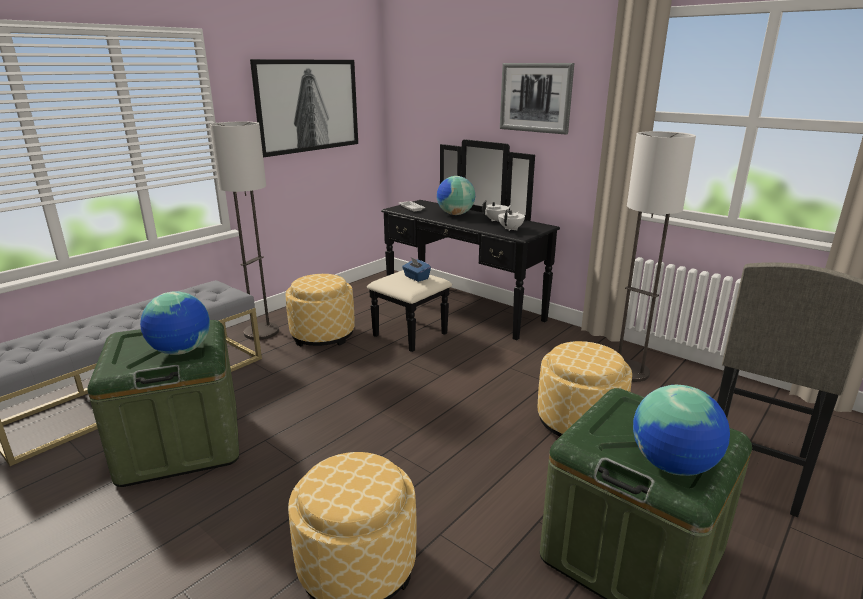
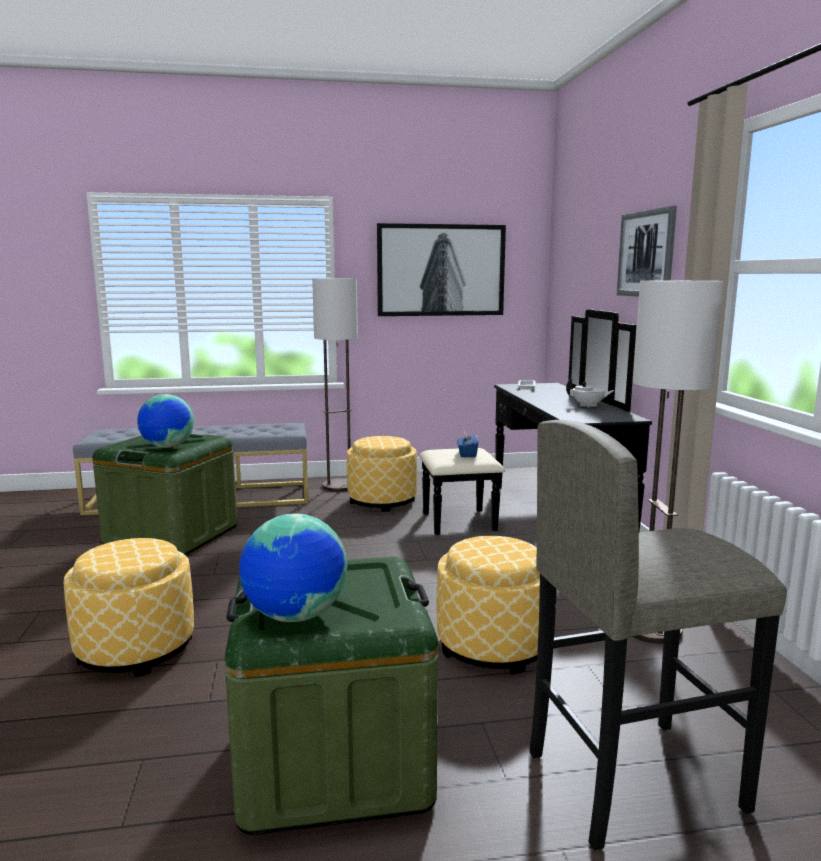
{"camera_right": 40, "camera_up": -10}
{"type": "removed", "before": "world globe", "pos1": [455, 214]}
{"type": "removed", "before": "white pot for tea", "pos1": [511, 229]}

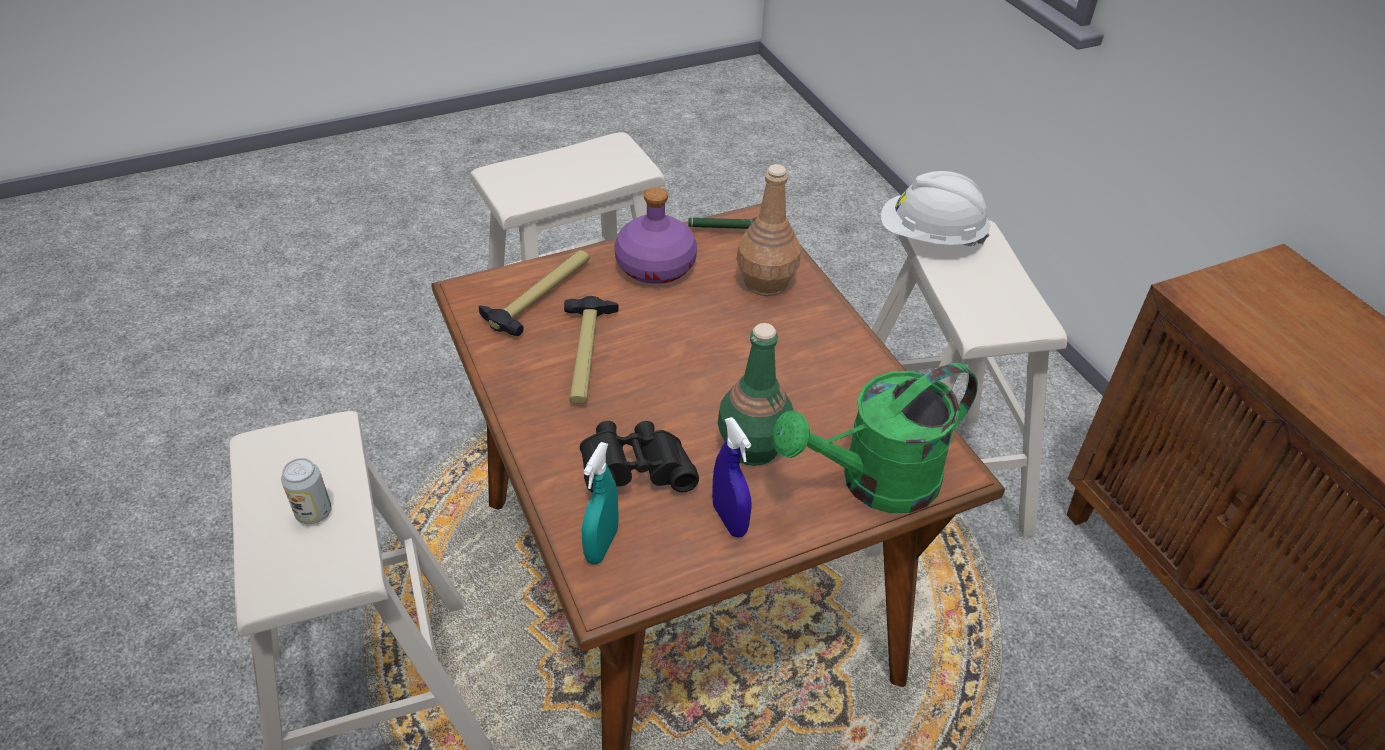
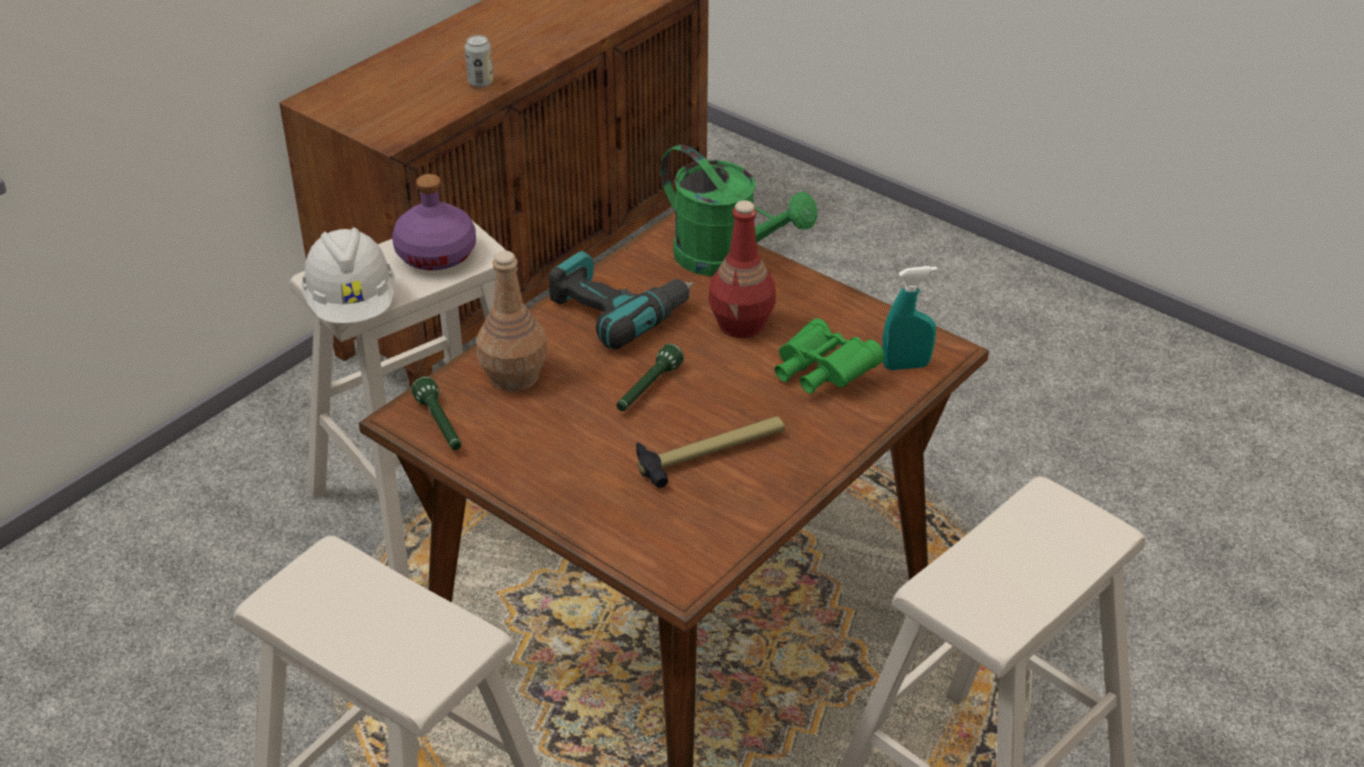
{"camera_right": -115, "camera_up": -5}
{"type": "removed", "before": "hammer", "pos1": [540, 296]}
{"type": "removed", "before": "bluish sprayer", "pos1": [729, 520]}
{"type": "added", "after": "power drill", "pos2": [617, 310]}
{"type": "added", "after": "greenish flashlight", "pos2": [647, 389]}
{"type": "moved", "before": "sealed can", "pos1": [314, 512], "pos2": [480, 82]}
{"type": "moved", "before": "purple bottle", "pos1": [656, 266], "pos2": [436, 254]}
{"type": "recoloured", "before": "black pair of binoculars", "after": "greenish pair of binoculars", "pos1": [636, 472], "pos2": [821, 374]}
{"type": "recoloured", "before": "greenish bottle", "after": "red bottle", "pos1": [752, 447], "pos2": [742, 324]}

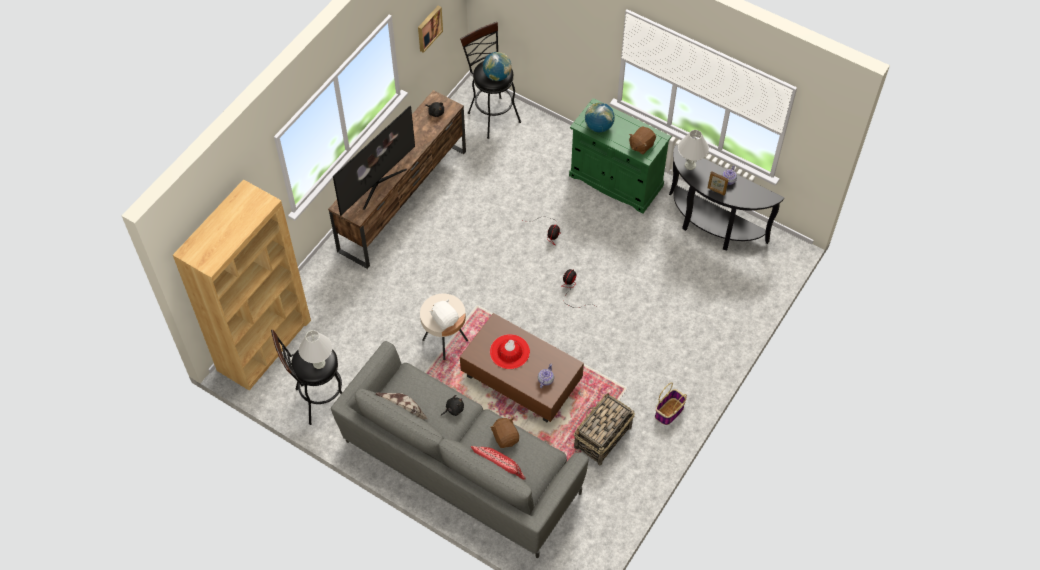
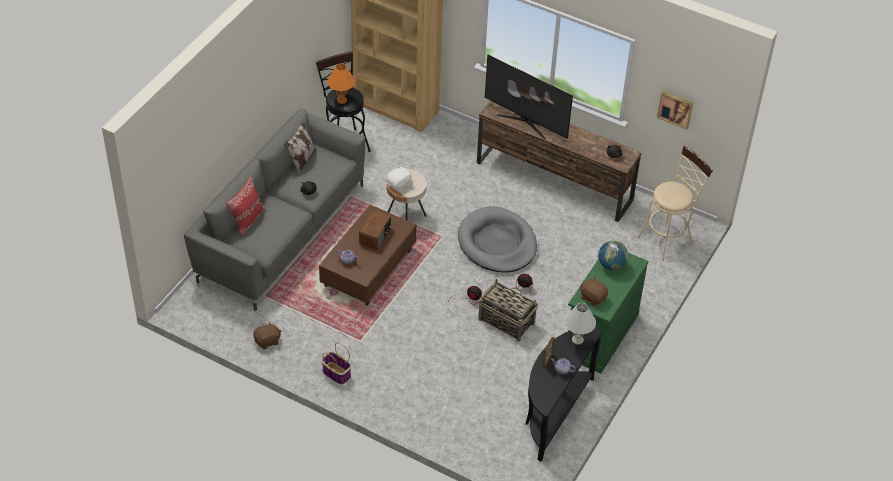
{"camera_right": 85, "camera_up": -10}
{"type": "removed", "before": "world globe", "pos1": [497, 76]}
{"type": "added", "after": "gray dog bed", "pos2": [497, 243]}
{"type": "moved", "before": "brownish soft toy", "pos1": [505, 437], "pos2": [267, 341]}
{"type": "moved", "before": "storage basket", "pos1": [602, 437], "pos2": [506, 321]}
{"type": "replaced", "before": "red hat", "after": "radio receiver", "pos1": [509, 352], "pos2": [375, 236]}
{"type": "recoloured", "before": "white table lamp", "after": "orangey table lamp", "pos1": [319, 363], "pos2": [342, 100]}
{"type": "recoloured", "before": "black stool", "after": "beige-coloured stool", "pos1": [491, 114], "pos2": [668, 239]}

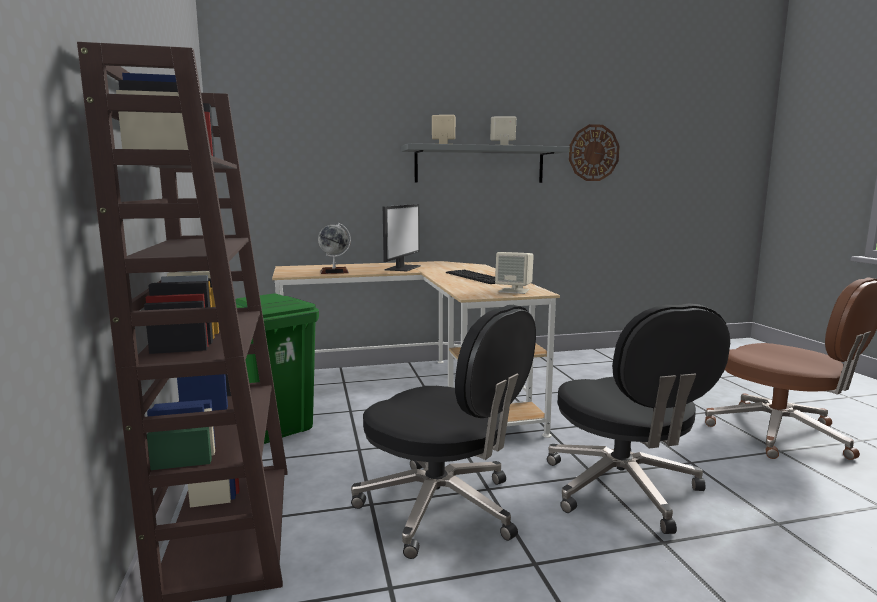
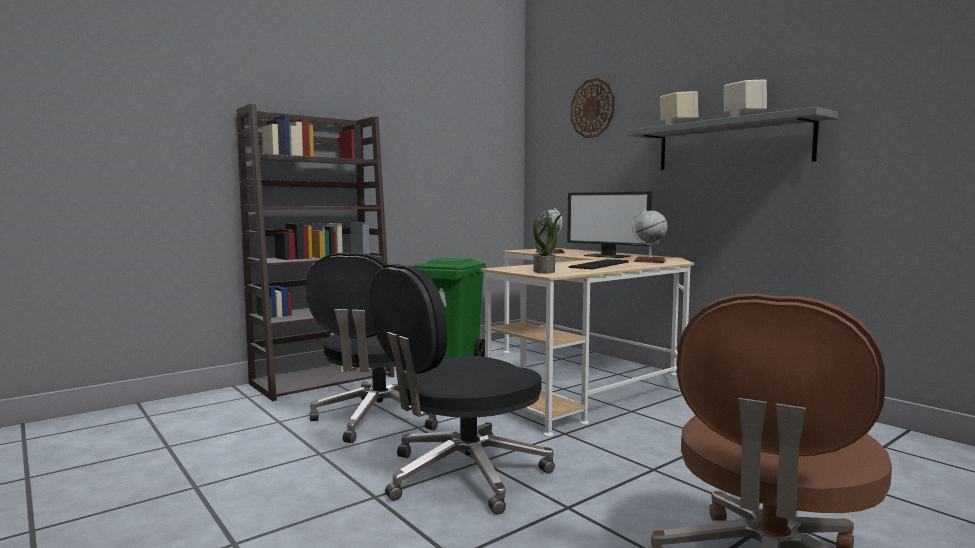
{"camera_right": 65, "camera_up": -5}
{"type": "added", "after": "world globe", "pos2": [649, 261]}
{"type": "moved", "before": "wall clock", "pos1": [593, 153], "pos2": [592, 108]}
{"type": "replaced", "before": "beige-coloured audio speaker", "after": "houseplant", "pos1": [514, 291], "pos2": [544, 271]}
{"type": "turned", "before": "computer display", "pos1": [402, 268], "pos2": [607, 256], "turn": 45}

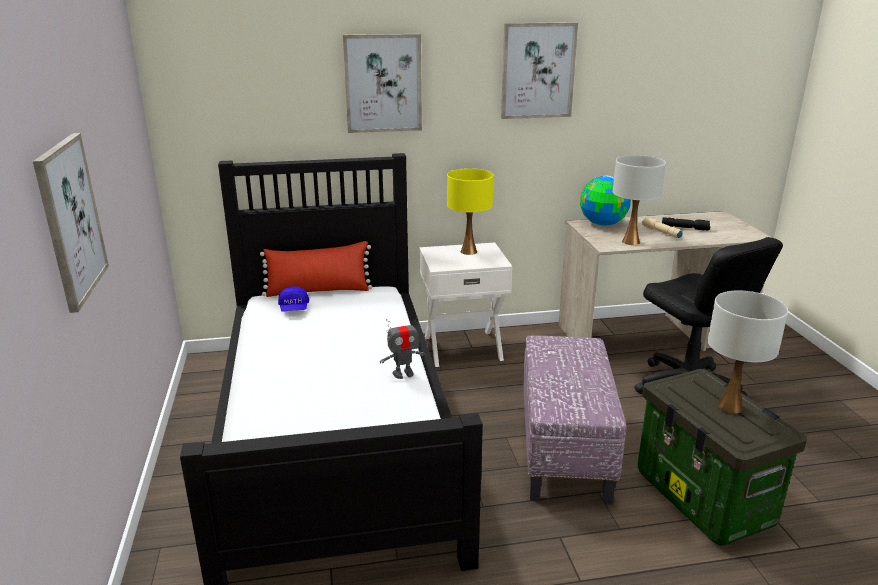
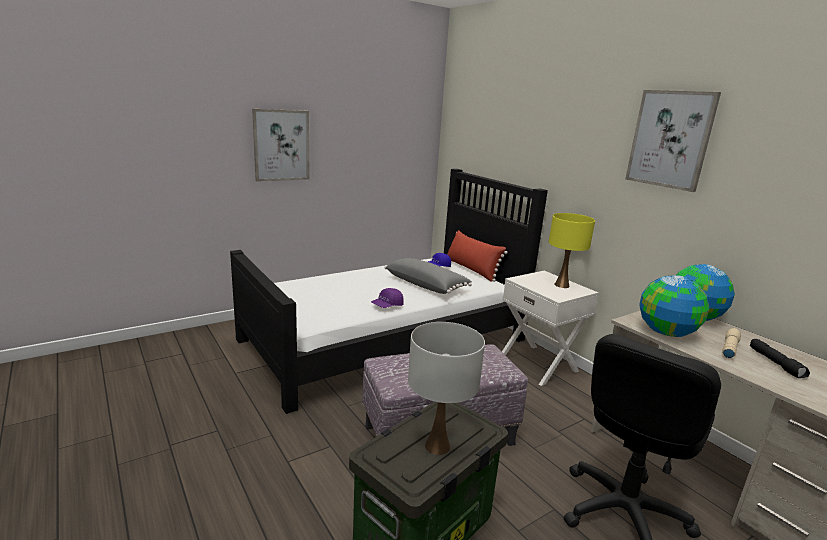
{"camera_right": 65, "camera_up": -5}
{"type": "removed", "before": "picture", "pos1": [383, 83]}
{"type": "added", "after": "gray pillow", "pos2": [426, 285]}
{"type": "replaced", "before": "robot figure", "after": "purple peaked cap", "pos1": [403, 373], "pos2": [387, 306]}
{"type": "replaced", "before": "white table lamp", "after": "world globe", "pos1": [630, 242], "pos2": [666, 332]}

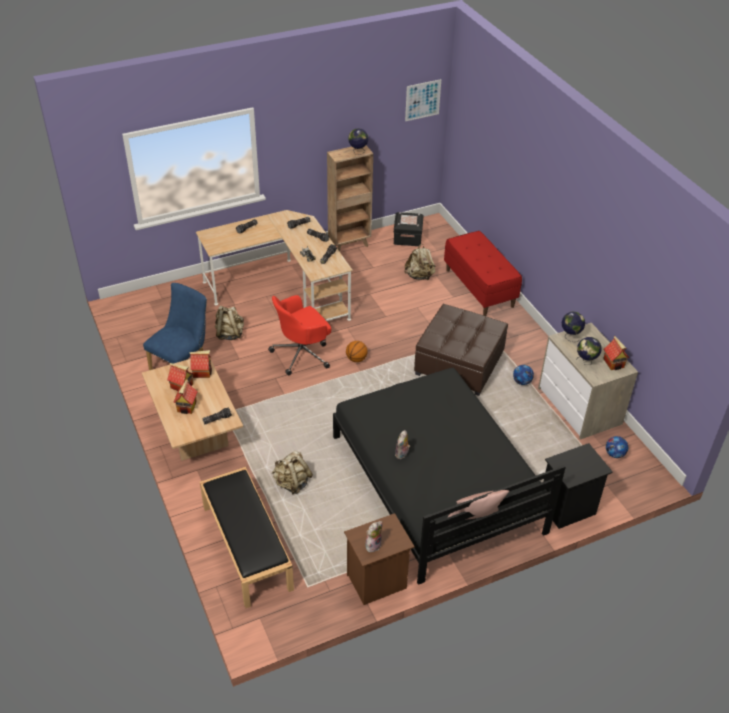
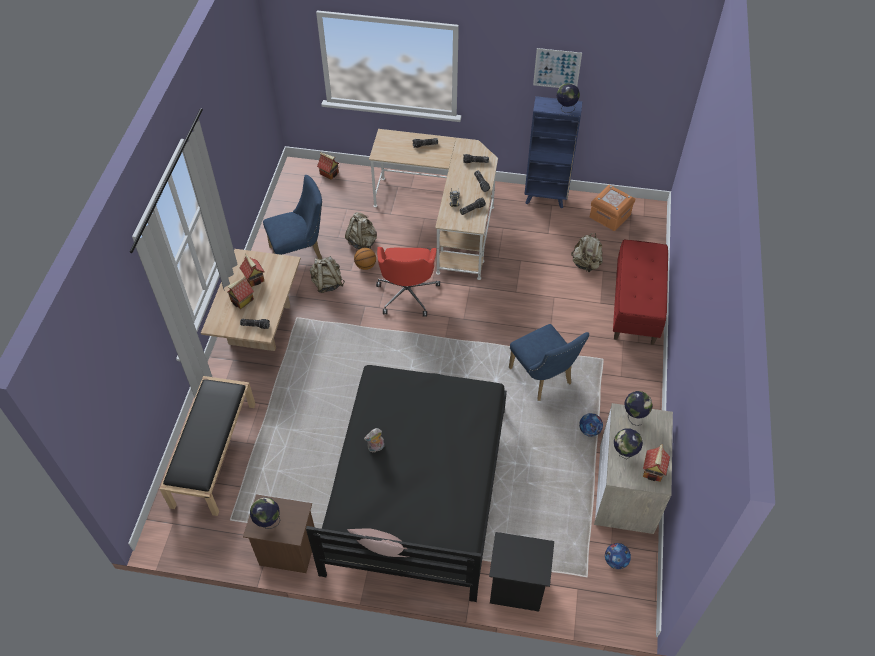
{"camera_right": 35, "camera_up": 10}
{"type": "moved", "before": "model house", "pos1": [202, 372], "pos2": [329, 173]}
{"type": "moved", "before": "beige-coloured knapsack", "pos1": [292, 483], "pos2": [327, 283]}
{"type": "moved", "before": "basketball", "pos1": [356, 359], "pos2": [365, 266]}
{"type": "moved", "before": "picture", "pos1": [423, 100], "pos2": [557, 69]}
{"type": "replaced", "before": "soft toy", "after": "world globe", "pos1": [373, 544], "pos2": [268, 522]}
{"type": "replaced", "before": "brownish footrest", "after": "bluish plain chair", "pos1": [459, 364], "pos2": [543, 379]}
{"type": "recoloured", "before": "brownish bookshelf", "after": "bluish bookshelf", "pos1": [349, 244], "pos2": [546, 198]}
{"type": "recoloured", "before": "black storage box", "after": "orangey storage box", "pos1": [407, 238], "pos2": [610, 216]}
{"type": "turned", "before": "red office chair", "pos1": [302, 354], "pos2": [407, 293], "turn": -90}

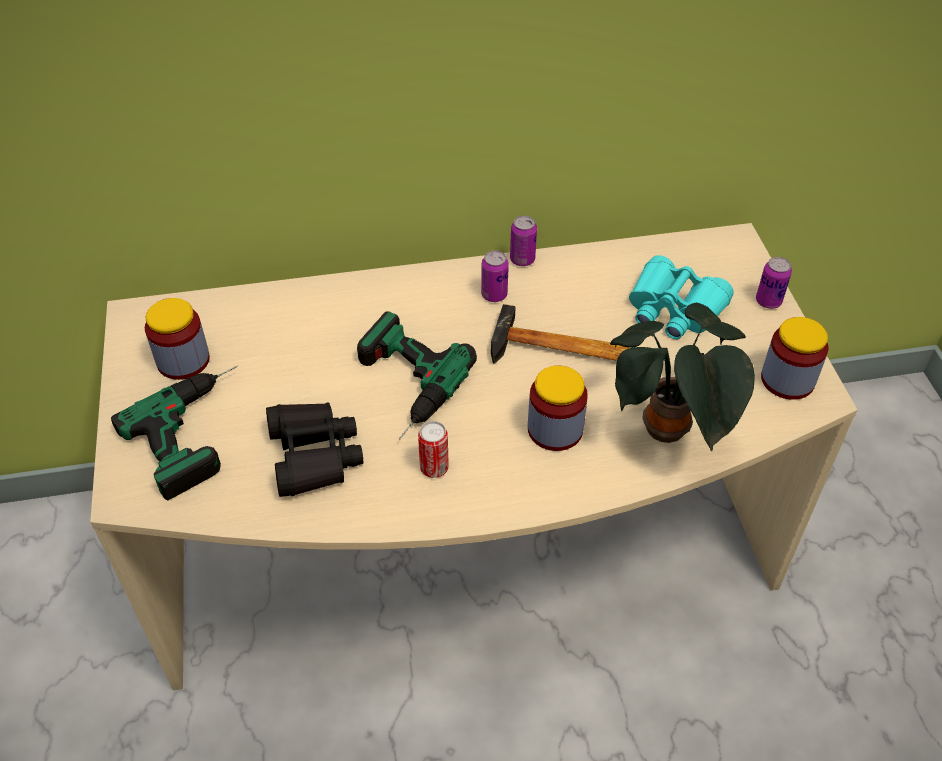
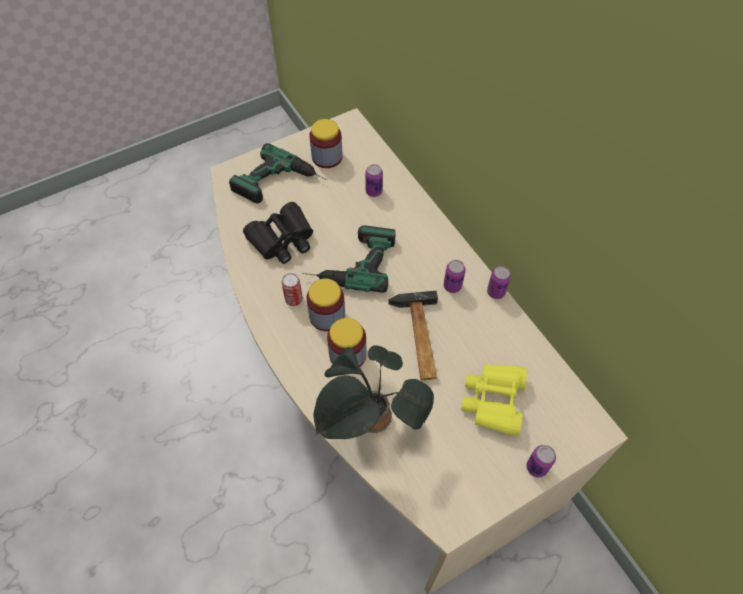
{"camera_right": 70, "camera_up": 10}
{"type": "added", "after": "sealed can", "pos2": [374, 191]}
{"type": "moved", "before": "jar", "pos1": [787, 380], "pos2": [327, 316]}
{"type": "recoloured", "before": "turquoise pair of binoculars", "after": "yellowish pair of binoculars", "pos1": [674, 309], "pos2": [494, 401]}

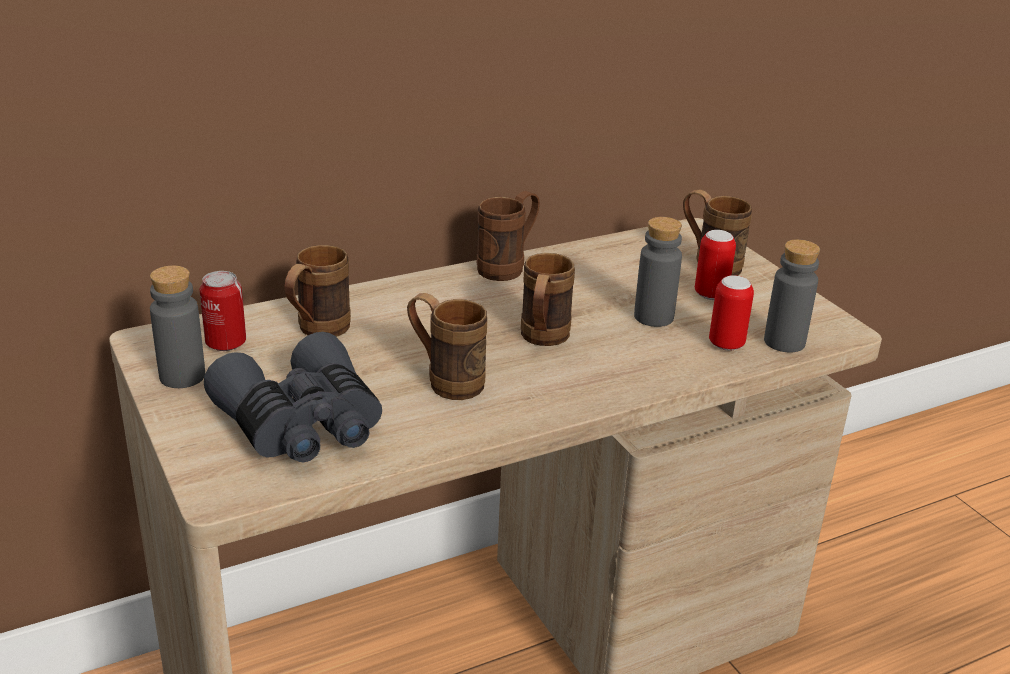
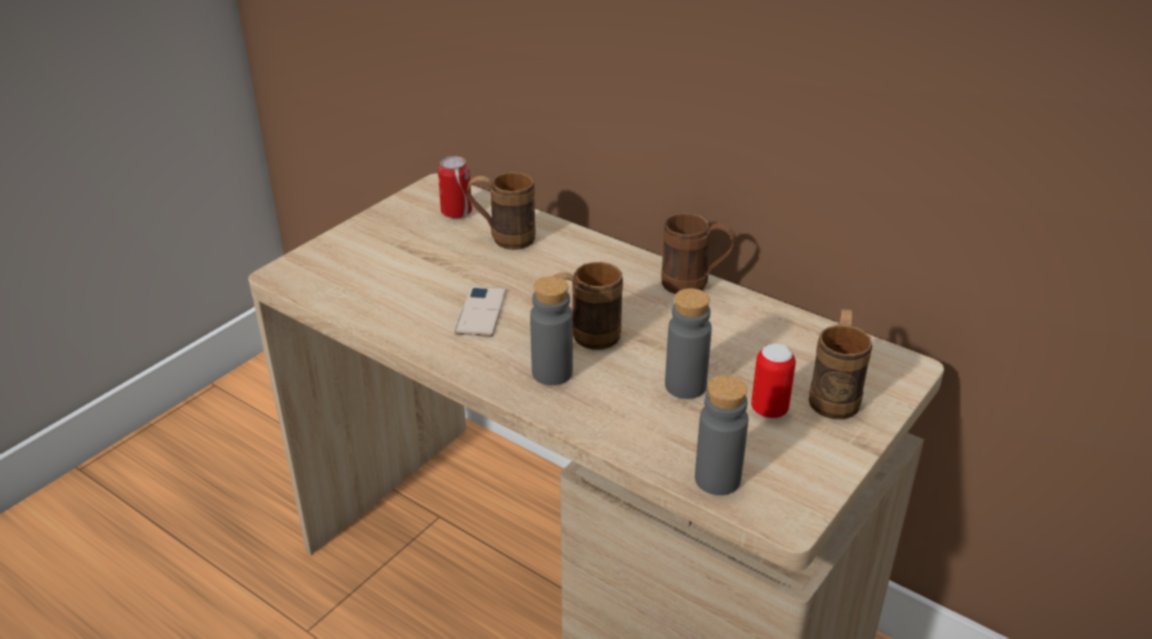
{"camera_right": 65, "camera_up": 5}
{"type": "removed", "before": "gray pair of binoculars", "pos1": [302, 425]}
{"type": "removed", "before": "sealed can", "pos1": [726, 344]}
{"type": "moved", "before": "gray bottle", "pos1": [182, 376], "pos2": [552, 373]}
{"type": "replaced", "before": "brownish coffee mug", "after": "phone", "pos1": [445, 380], "pos2": [481, 312]}

